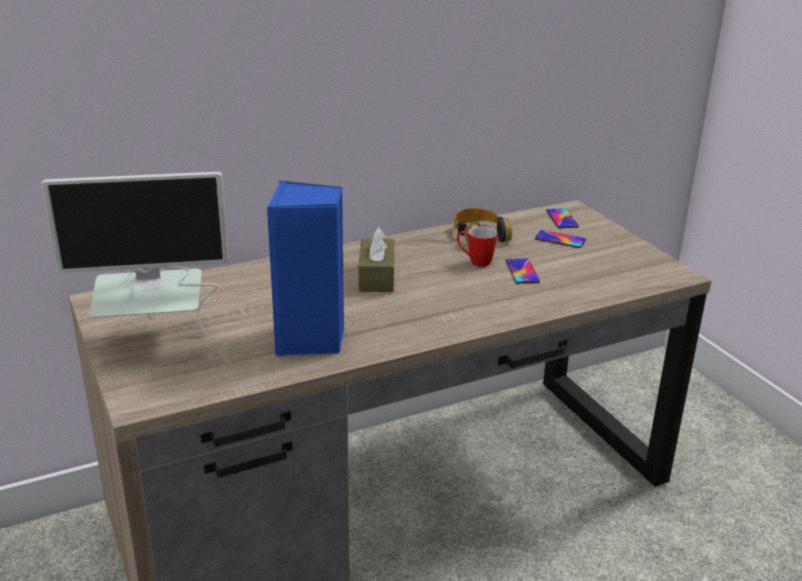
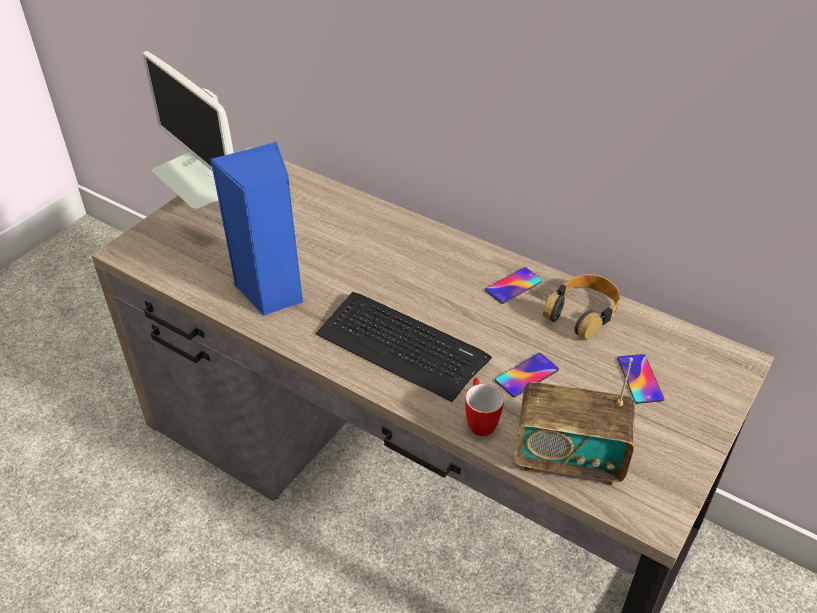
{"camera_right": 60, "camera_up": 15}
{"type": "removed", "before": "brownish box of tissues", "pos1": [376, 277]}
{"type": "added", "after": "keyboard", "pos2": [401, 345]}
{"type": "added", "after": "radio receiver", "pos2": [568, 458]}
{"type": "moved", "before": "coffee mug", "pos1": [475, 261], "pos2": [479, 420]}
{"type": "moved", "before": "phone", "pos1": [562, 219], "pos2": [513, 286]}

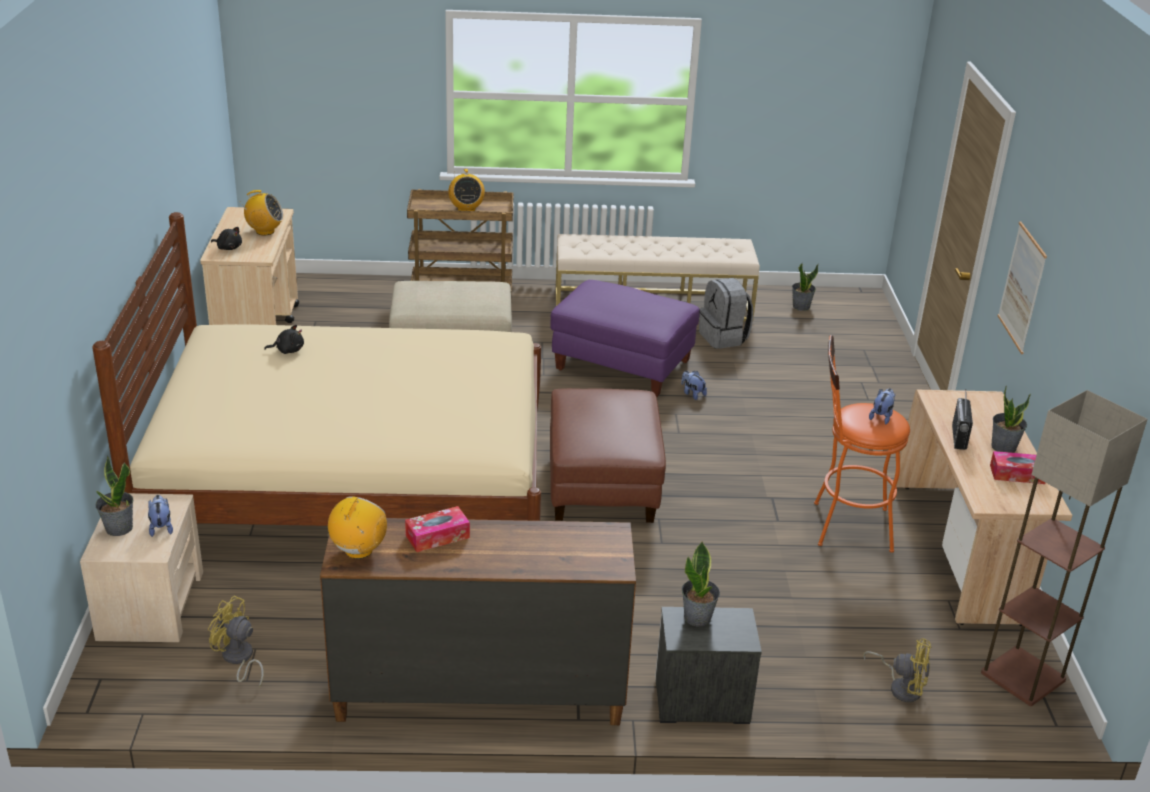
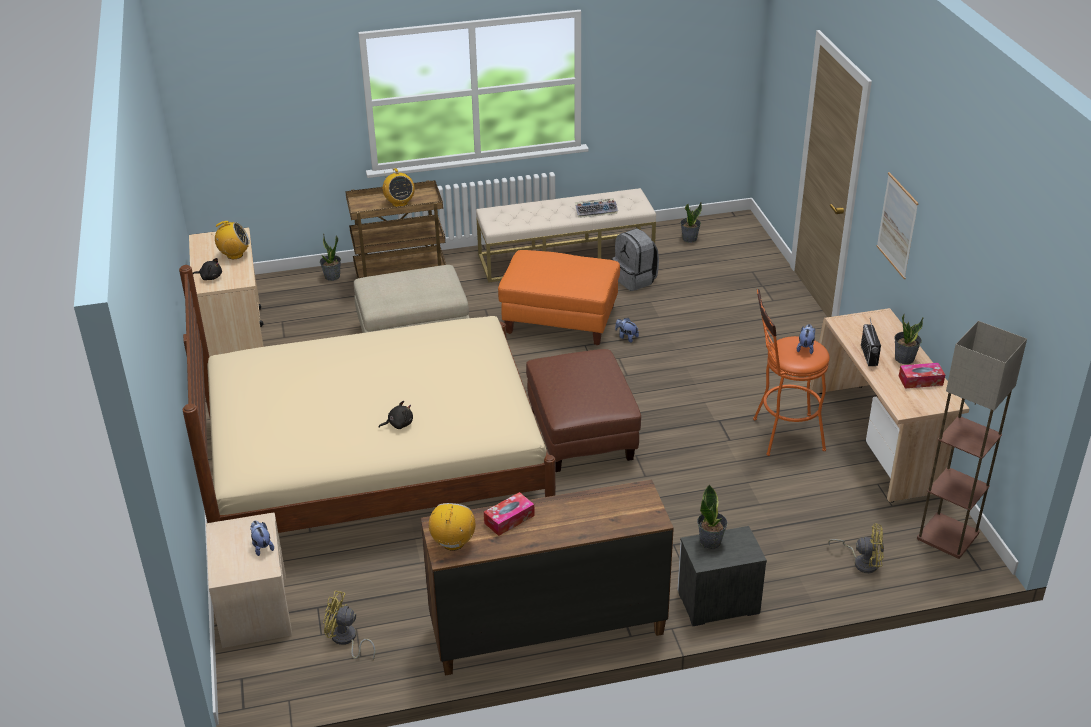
{"camera_right": -10, "camera_up": 5}
{"type": "added", "after": "keyboard", "pos2": [596, 211]}
{"type": "moved", "before": "houseplant", "pos1": [119, 528], "pos2": [332, 276]}
{"type": "moved", "before": "black soft toy", "pos1": [288, 350], "pos2": [398, 424]}
{"type": "recoloured", "before": "purple footrest", "after": "orangey footrest", "pos1": [622, 365], "pos2": [560, 320]}

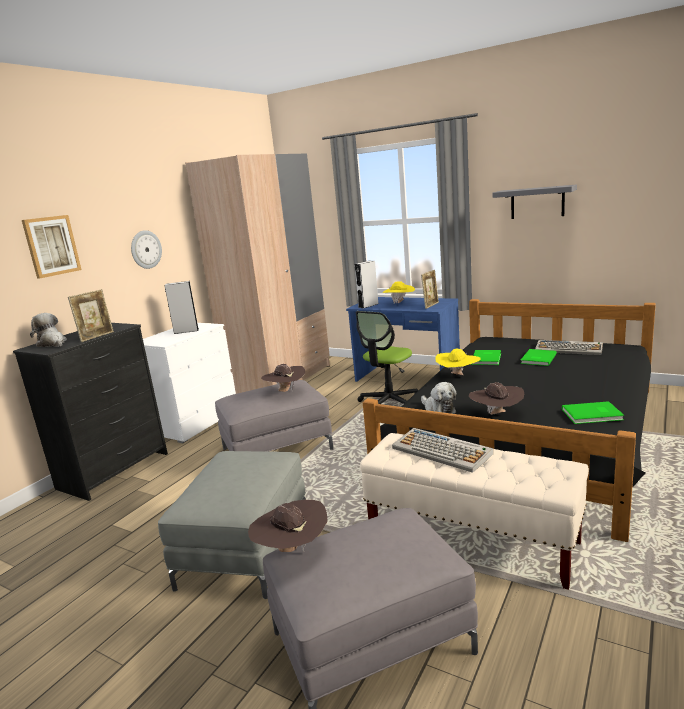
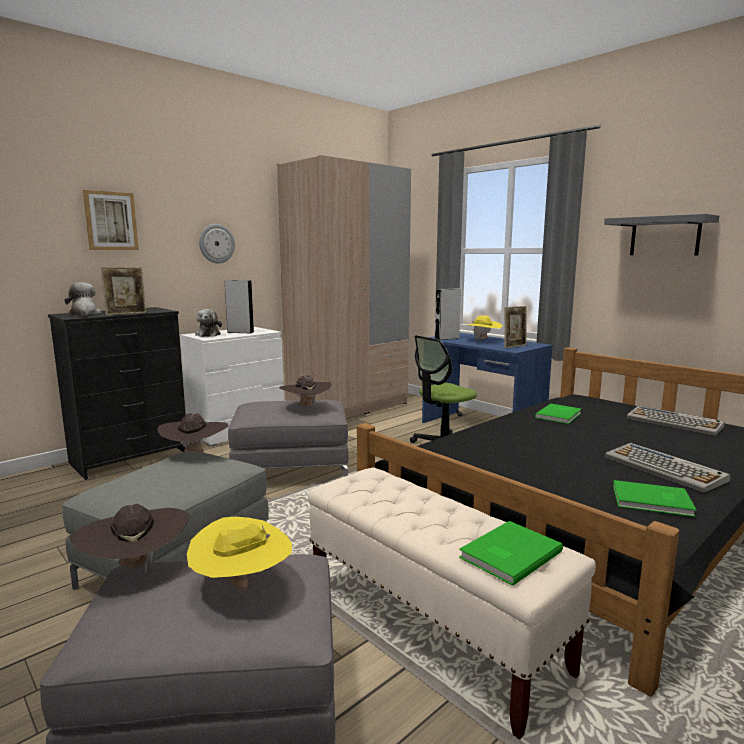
{"camera_right": 15, "camera_up": -5}
{"type": "moved", "before": "keyboard", "pos1": [442, 451], "pos2": [665, 469]}
{"type": "moved", "before": "soft toy", "pos1": [438, 410], "pos2": [208, 334]}
{"type": "moved", "before": "yellowish hat", "pos1": [458, 376], "pos2": [242, 586]}
{"type": "moved", "before": "brownish hat", "pos1": [496, 415], "pos2": [195, 453]}
{"type": "moved", "before": "greenish bound book", "pos1": [537, 359], "pos2": [508, 554]}

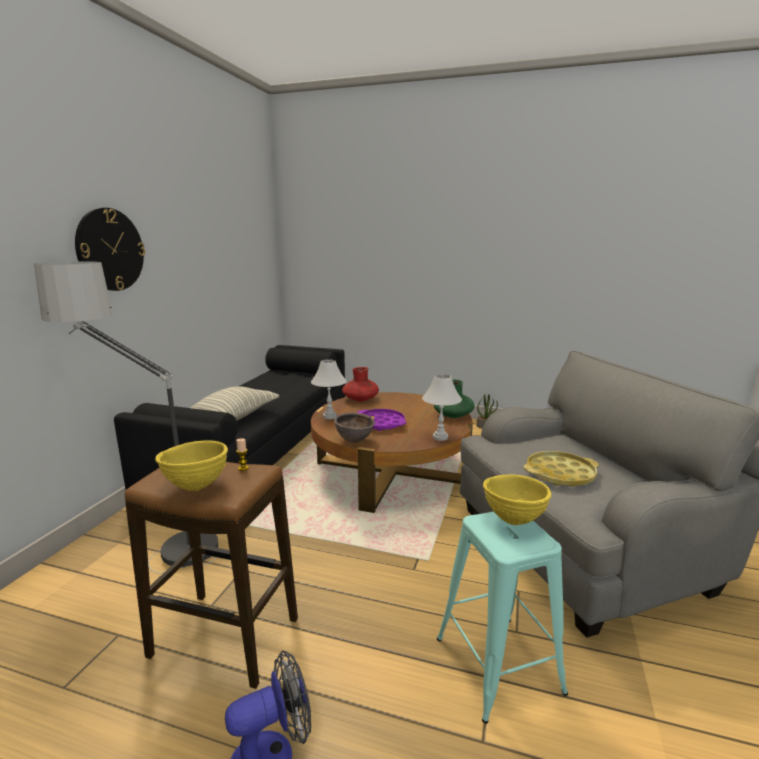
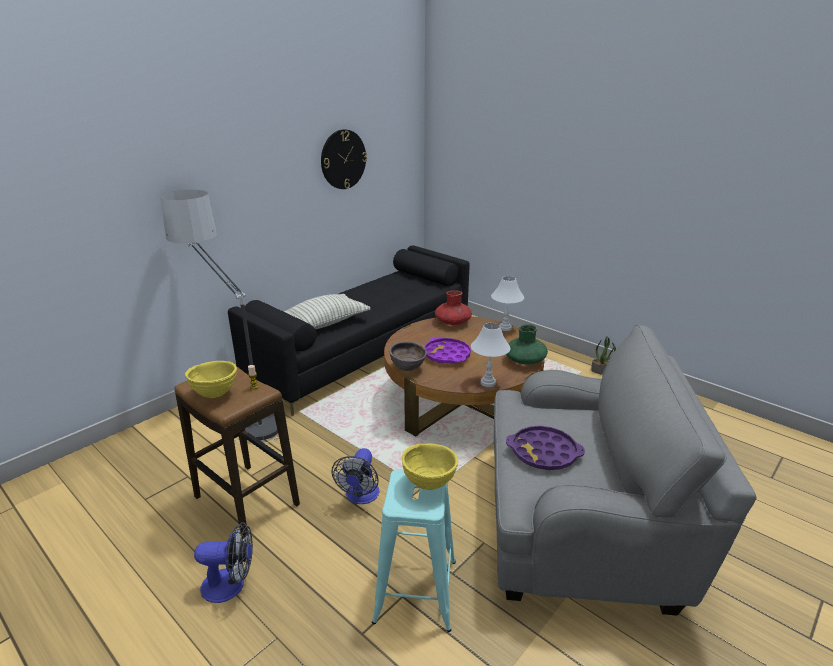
{"camera_right": 25, "camera_up": 10}
{"type": "added", "after": "fan", "pos2": [360, 496]}
{"type": "moved", "before": "wall clock", "pos1": [110, 250], "pos2": [343, 159]}
{"type": "moved", "before": "white table lamp", "pos1": [330, 416], "pos2": [505, 328]}
{"type": "recoloured", "before": "yellowish carrying tray", "after": "purple carrying tray", "pos1": [560, 474], "pos2": [543, 453]}

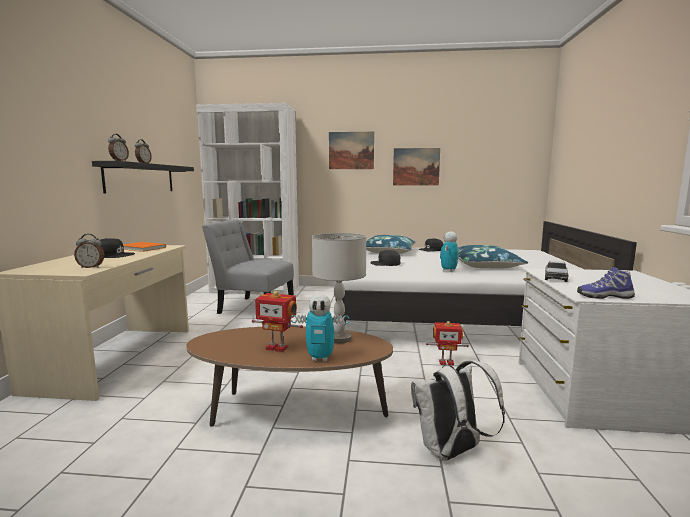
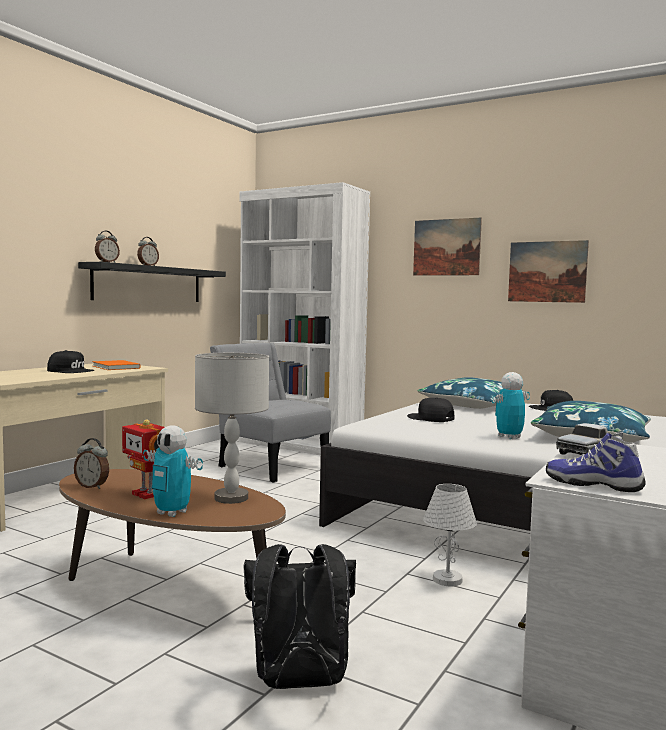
{"camera_right": 25, "camera_up": -5}
{"type": "moved", "before": "table clock", "pos1": [91, 267], "pos2": [92, 486]}
{"type": "replaced", "before": "robot figure", "after": "white table lamp", "pos1": [446, 362], "pos2": [448, 579]}
{"type": "recoloured", "before": "white knapsack", "after": "black knapsack", "pos1": [451, 452], "pos2": [299, 683]}

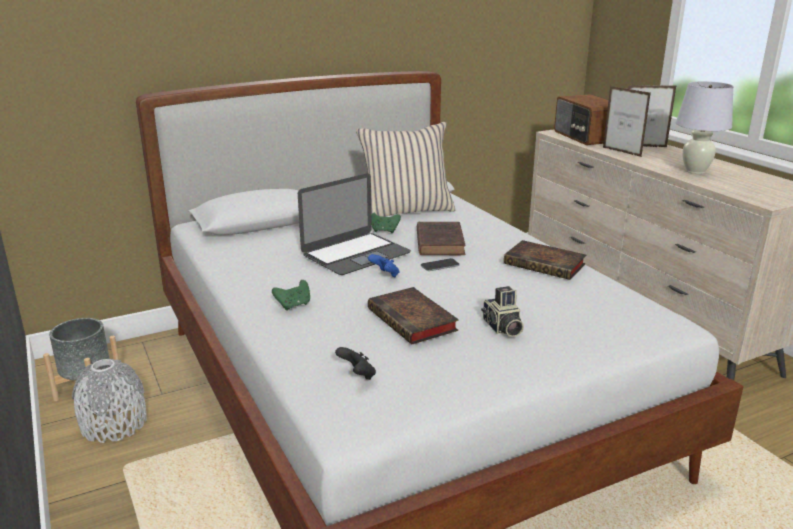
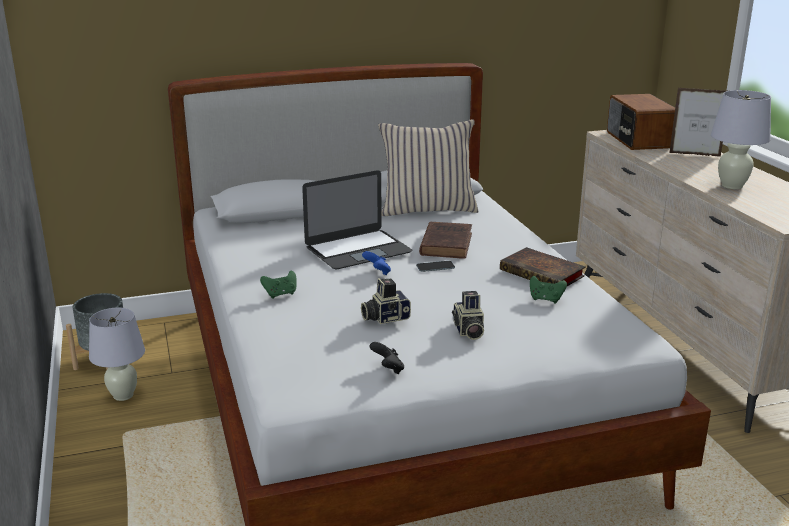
{"camera_right": 10, "camera_up": 0}
{"type": "removed", "before": "standing frame", "pos1": [621, 152]}
{"type": "moved", "before": "black joypad", "pos1": [357, 375], "pos2": [388, 369]}
{"type": "moved", "before": "greenish joypad", "pos1": [384, 231], "pos2": [546, 299]}
{"type": "replaced", "before": "gray decorative vase", "after": "white table lamp", "pos1": [114, 424], "pos2": [123, 395]}
{"type": "replaced", "before": "bound book", "after": "still camera", "pos1": [414, 321], "pos2": [385, 317]}

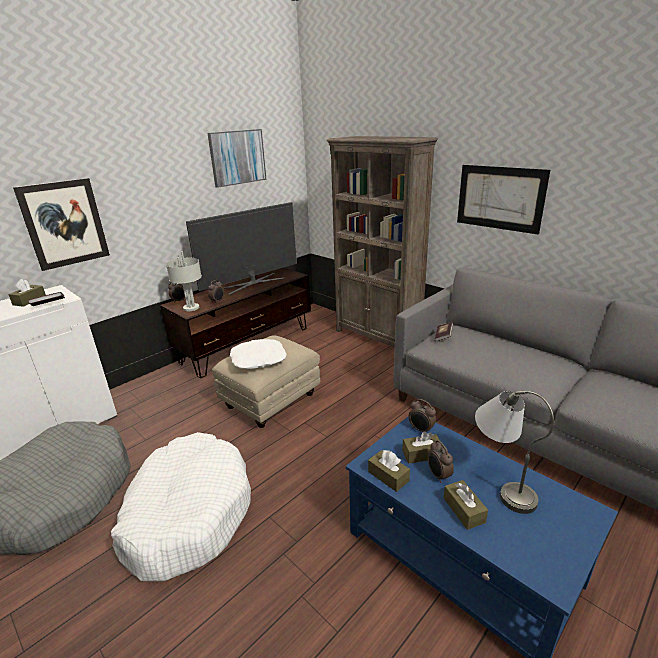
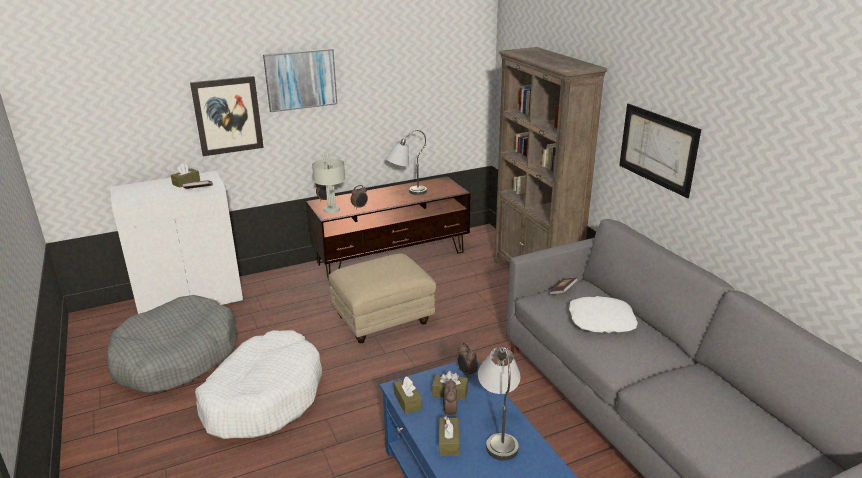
{"camera_right": 20, "camera_up": 0}
{"type": "moved", "before": "picture", "pos1": [237, 157], "pos2": [300, 79]}
{"type": "moved", "before": "white pillow", "pos1": [258, 359], "pos2": [601, 321]}
{"type": "replaced", "before": "TV", "after": "gray table lamp", "pos1": [252, 283], "pos2": [406, 193]}

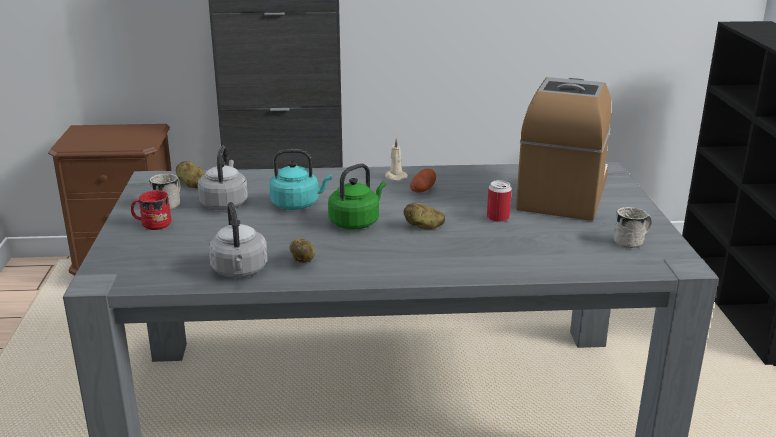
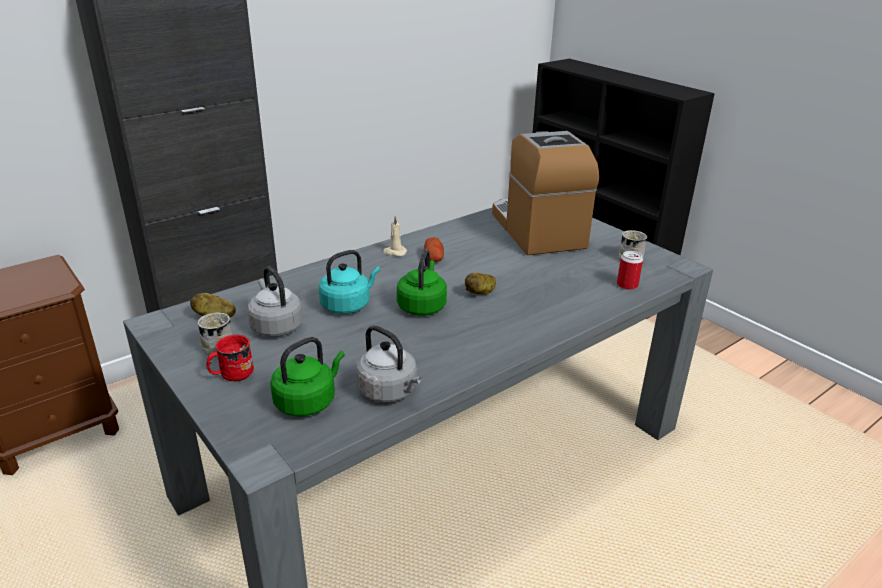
{"camera_right": -35, "camera_up": 5}
{"type": "removed", "before": "whole potato", "pos1": [303, 261]}
{"type": "added", "after": "greenish kettle", "pos2": [308, 401]}
{"type": "moved", "before": "sealed can", "pos1": [498, 218], "pos2": [627, 285]}

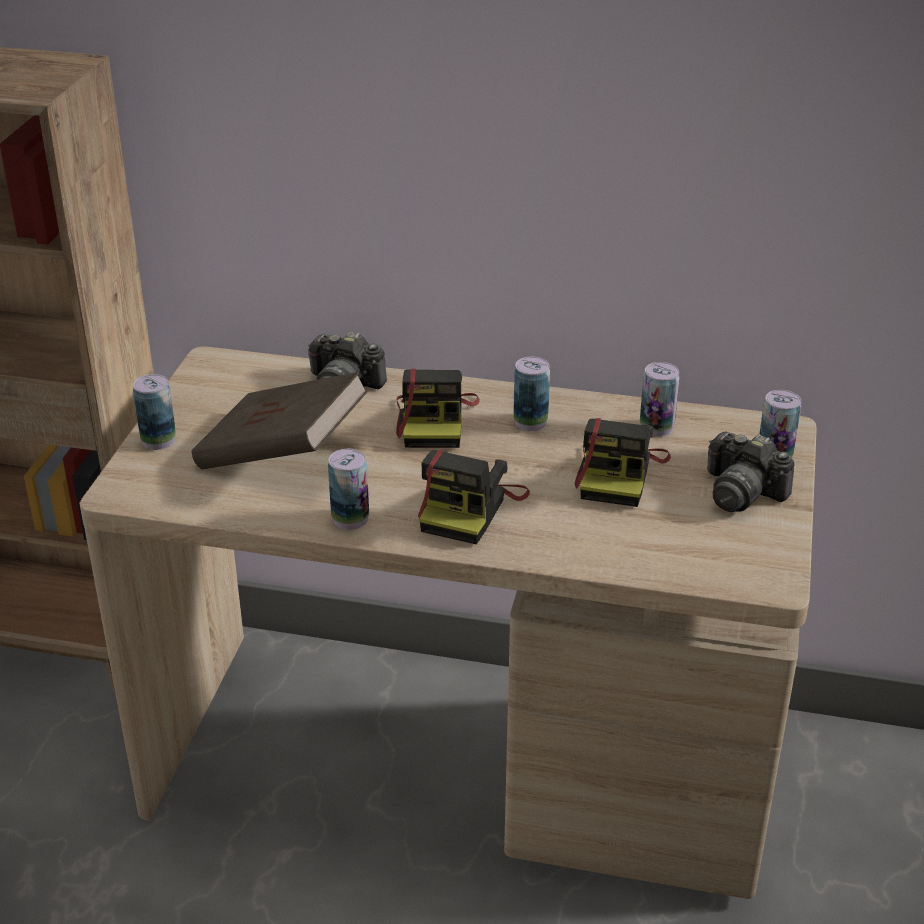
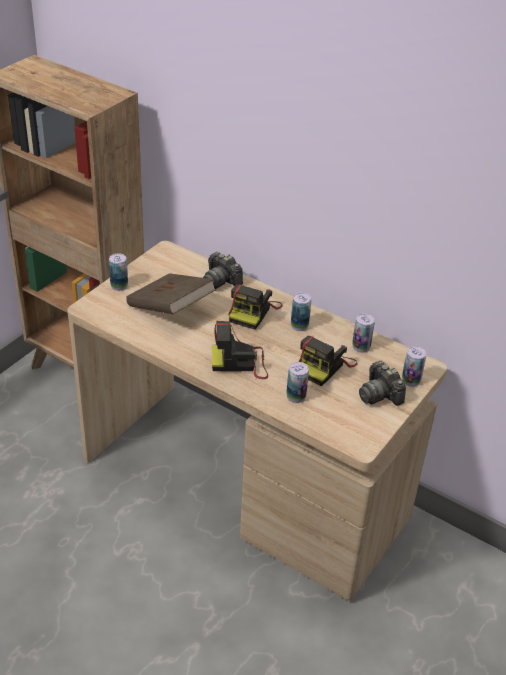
{"camera_right": 20, "camera_up": 5}
{"type": "moved", "before": "sealed can", "pos1": [350, 519], "pos2": [296, 396]}
{"type": "turned", "before": "still camera", "pos1": [470, 508], "pos2": [240, 363], "turn": 45}

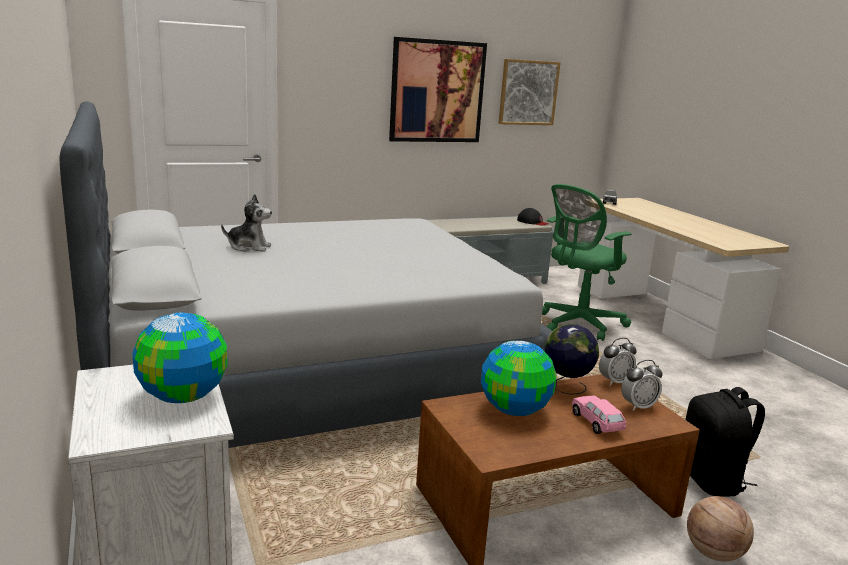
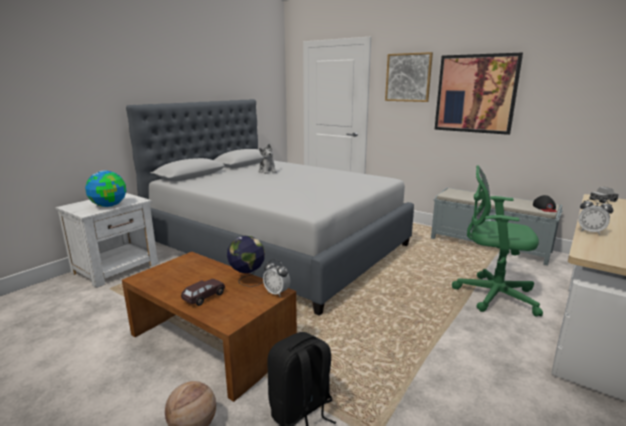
{"camera_right": 60, "camera_up": 0}
{"type": "removed", "before": "world globe", "pos1": [515, 410]}
{"type": "moved", "before": "picture", "pos1": [528, 92], "pos2": [408, 77]}
{"type": "moved", "before": "table clock", "pos1": [638, 406], "pos2": [590, 231]}
{"type": "recoloured", "before": "pink-coloured miniature car", "after": "brownish miniature car", "pos1": [596, 423], "pos2": [204, 297]}

